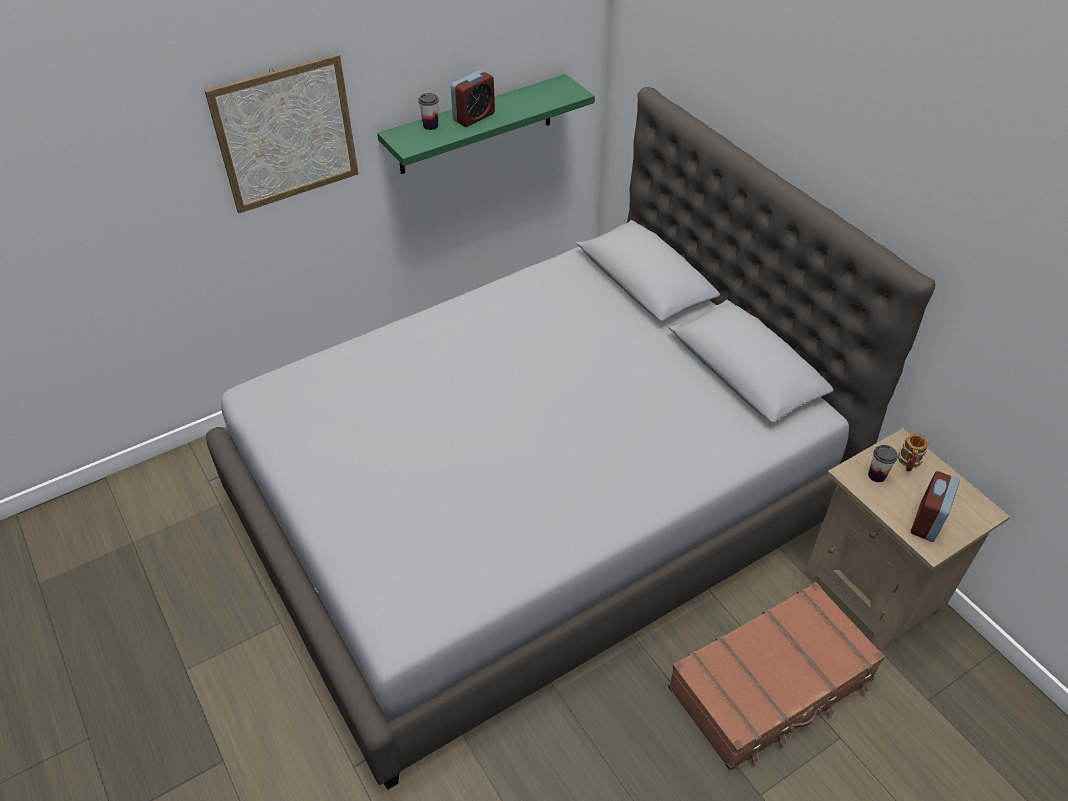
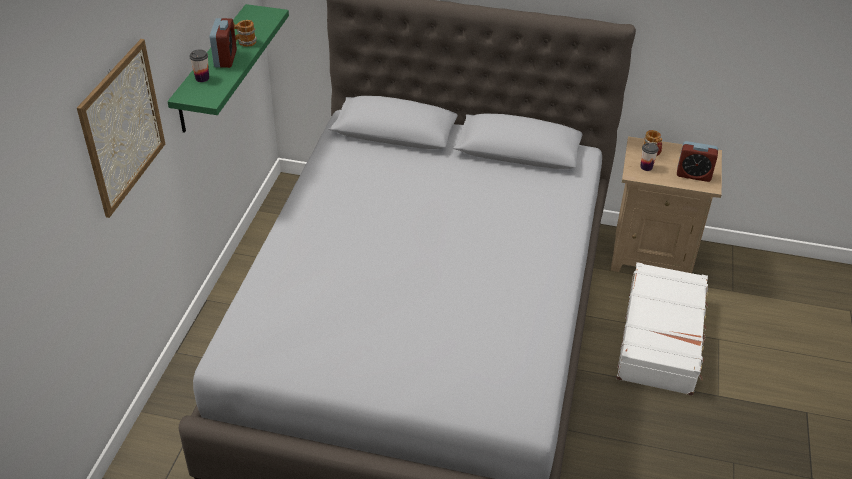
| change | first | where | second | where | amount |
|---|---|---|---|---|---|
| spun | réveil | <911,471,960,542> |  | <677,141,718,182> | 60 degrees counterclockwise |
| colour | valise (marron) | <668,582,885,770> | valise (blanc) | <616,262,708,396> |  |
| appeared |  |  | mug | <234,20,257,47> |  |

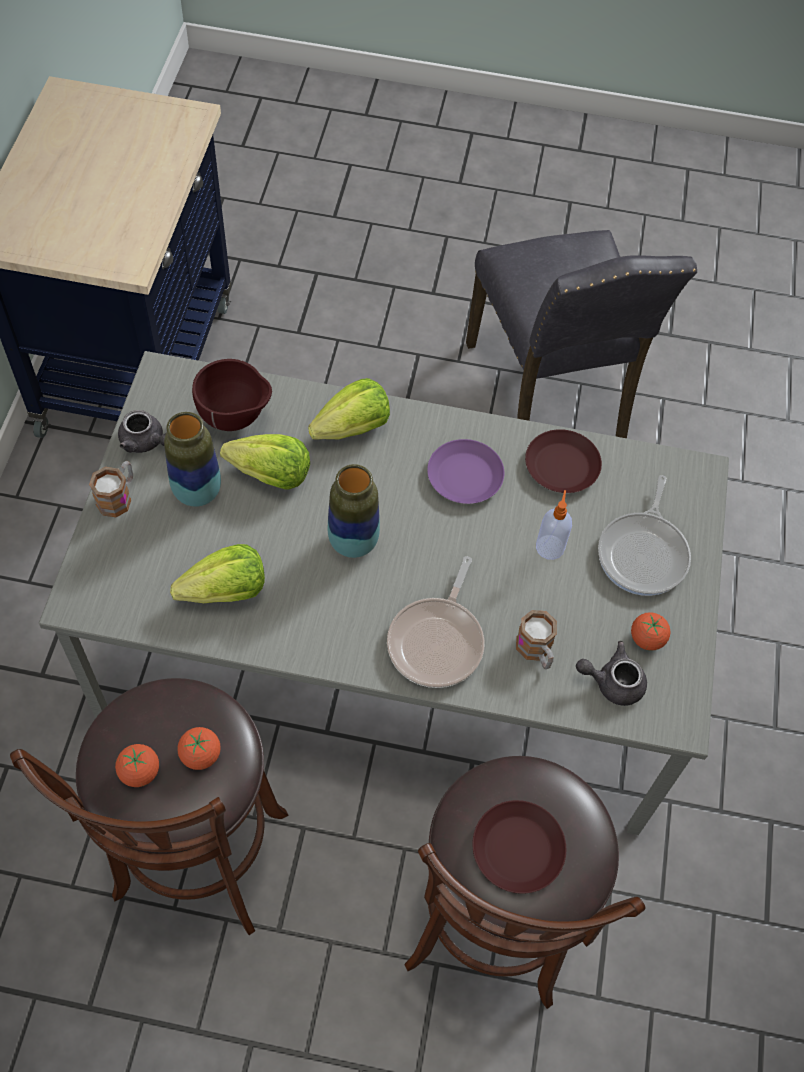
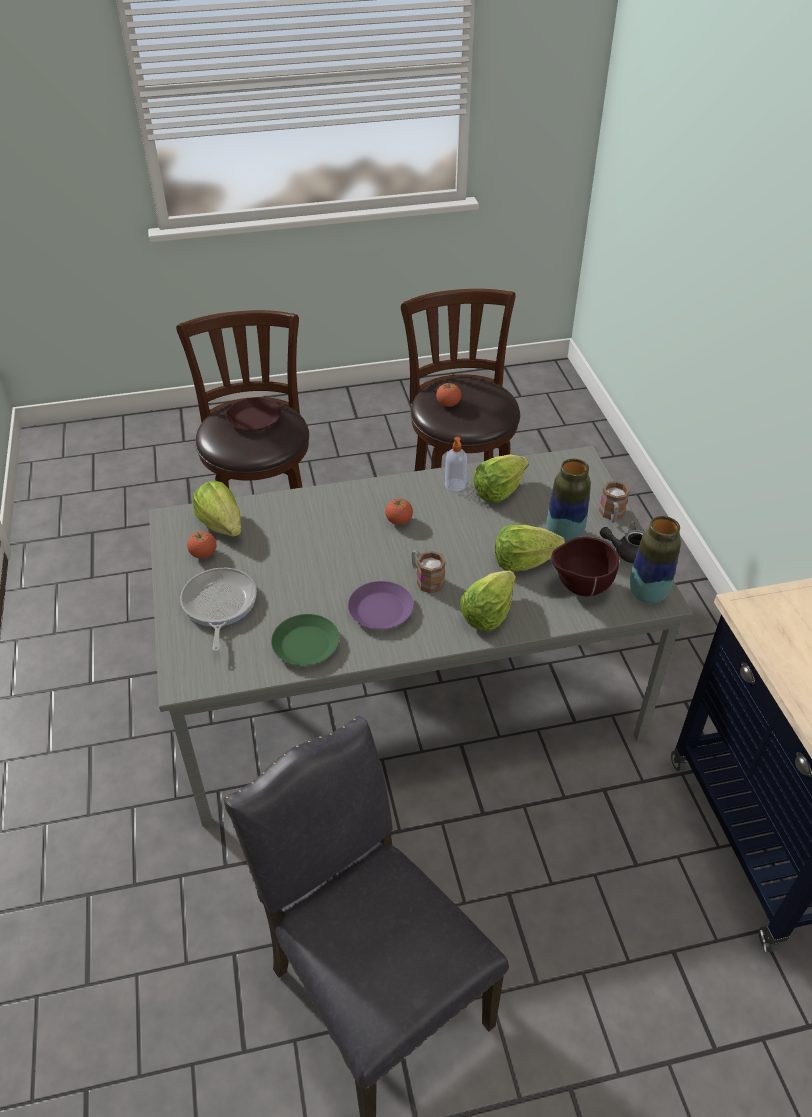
| change | first | where | second | where | amount |
|---|---|---|---|---|---|
| colour | assiette (marron) | <525,429,602,493> | assiette (vert) | <271,614,339,666> |  |
| relocated | vase | <328,464,380,558> |  | <629,516,681,604> |  |
| relocated | distributeur de savon | <536,490,572,560> |  | <445,437,467,492> |  |
| missing | poêle | <387,556,485,688> |  |  |  |
| relocated | mug | <516,610,557,669> |  | <412,550,446,594> |  |
| exchanged | théière (gris) | <576,641,647,706> | laitue | <192,481,241,536> |  |
| relocated | tomate | <115,744,159,787> |  | <385,499,413,525> |  |

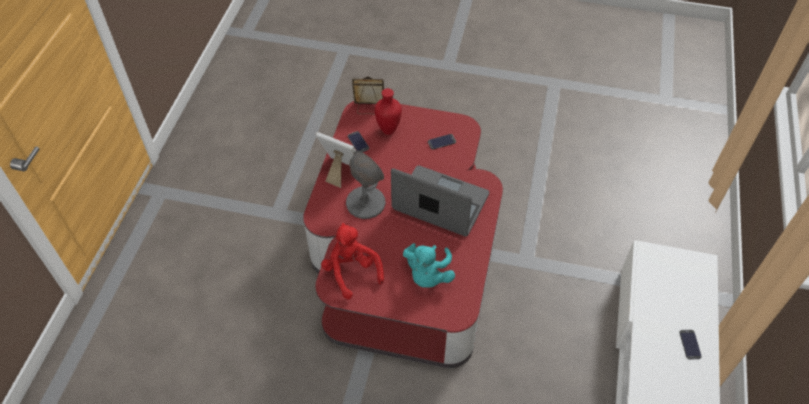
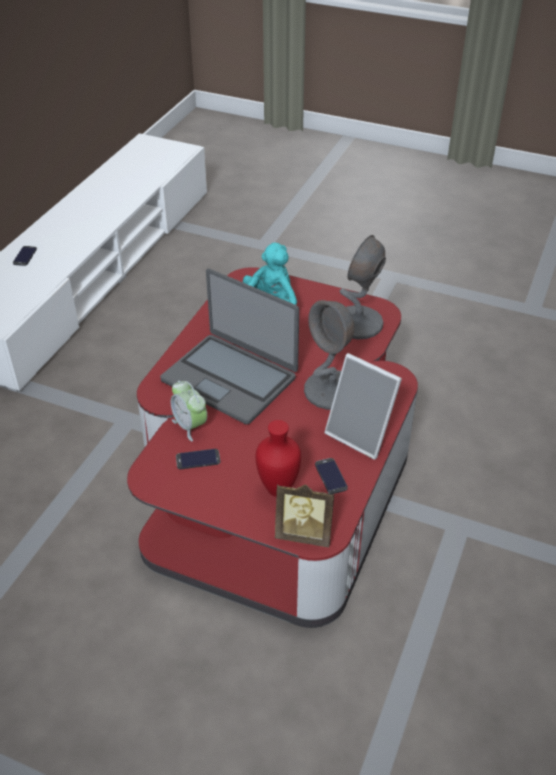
| change | first | where | second | where | amount |
|---|---|---|---|---|---|
| exchanged | peluche (rouge) | <321,223,384,299> | lampe de table (gris) | <340,235,386,339> |  |
| appeared |  |  | réveil | <171,380,207,441> |  |

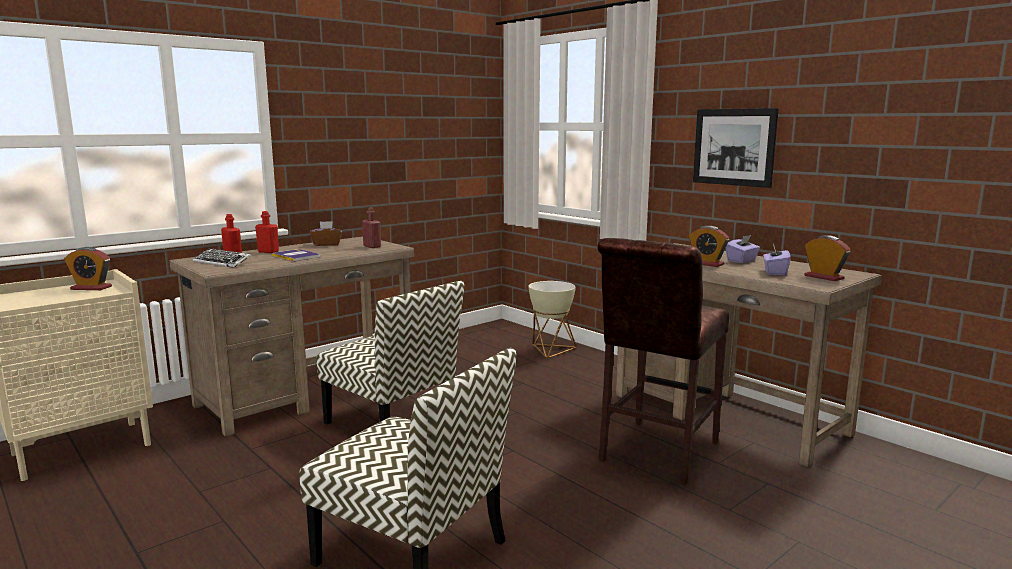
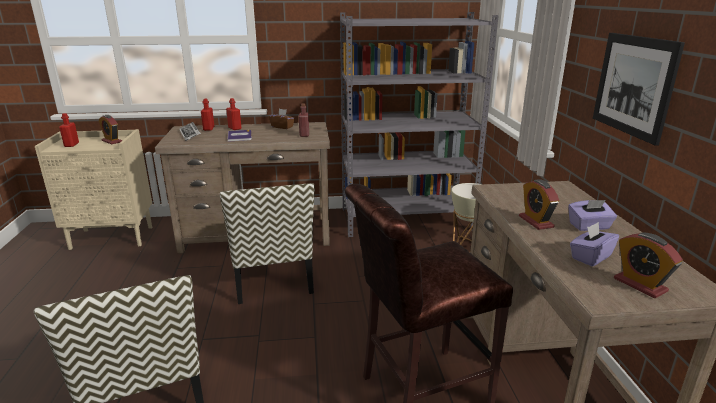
| change | first | where | second | where | amount |
|---|---|---|---|---|---|
| spun | réveil | <804,235,851,281> |  | <614,232,683,298> | 150 degrees clockwise |
| appeared |  |  | bibliothèque (gris) | <340,12,499,237> |  |
| appeared |  |  | bouteille (rouge) | <59,113,79,147> |  |

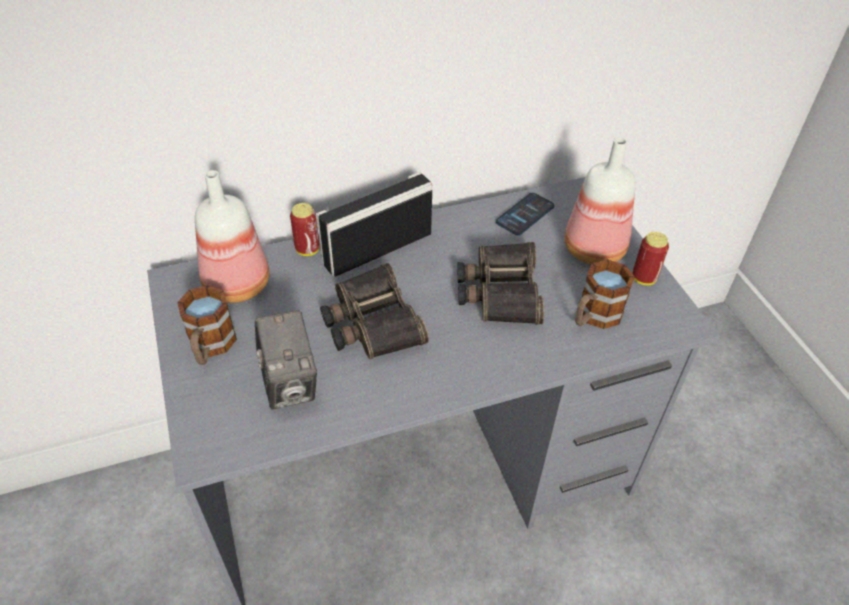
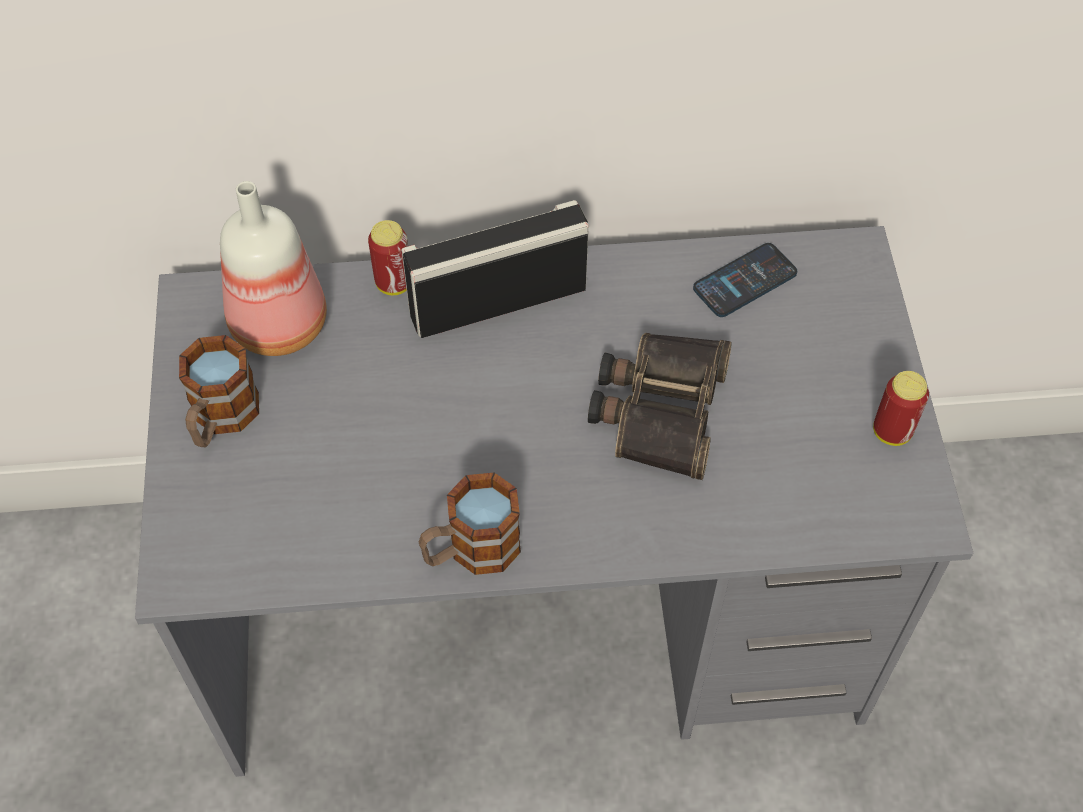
| change | first | where | second | where | amount |
|---|---|---|---|---|---|
| missing | bouteille | <564,137,636,265> |  |  |  |
| relocated | mug | <575,259,635,329> |  | <419,473,521,575> |  |
| missing | jumelles | <320,263,429,359> |  |  |  |
| missing | appareil photo | <255,310,317,410> |  |  |  |

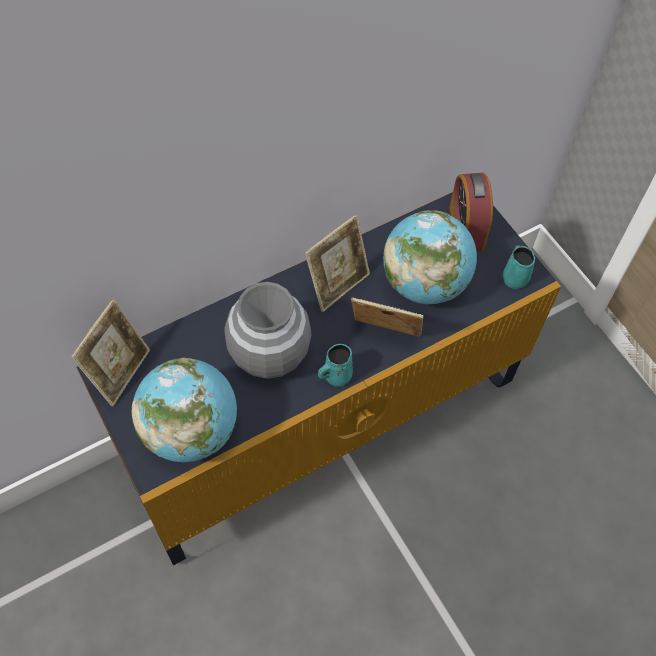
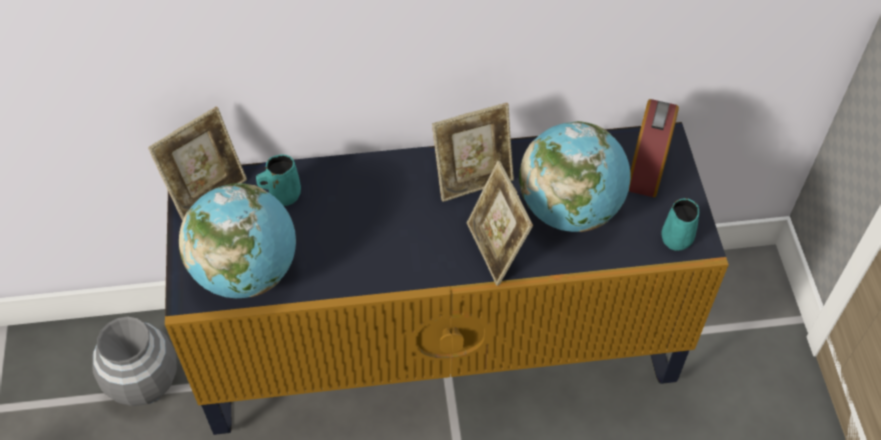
| change | first | where | second | where | amount |
|---|---|---|---|---|---|
| relocated | vase (gris) | <224,282,312,379> |  | <92,316,177,406> |  |
| spun | cadre photo | <351,297,423,337> |  | <467,161,533,286> | 150 degrees counterclockwise |
| relocated | mug (turquoise) | <318,344,353,387> |  | <256,154,301,206> |  |

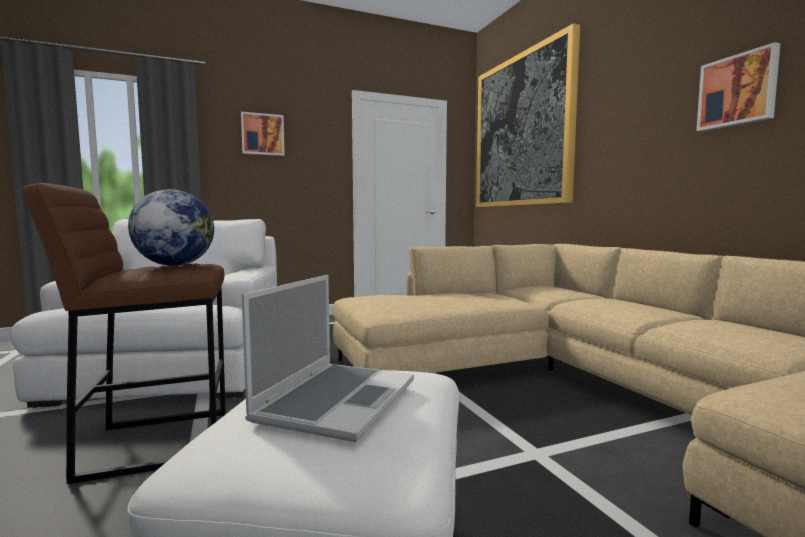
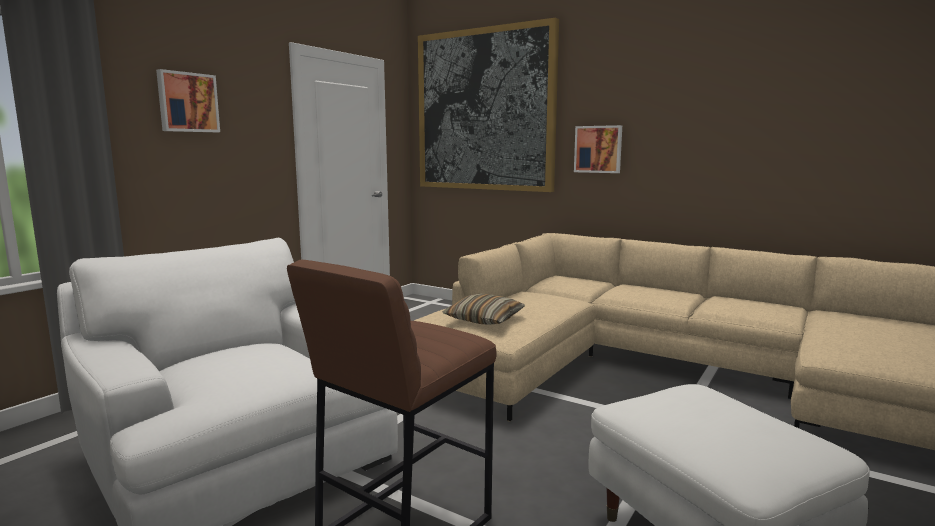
| change | first | where | second | where | amount |
|---|---|---|---|---|---|
| relocated | tableau | <696,42,780,132> |  | <574,125,622,173> |  |
| missing | globe | <128,189,214,266> |  |  |  |
| missing | ordinateur portable | <242,275,414,442> |  |  |  |
| appeared |  |  | coussin | <443,293,525,325> |  |

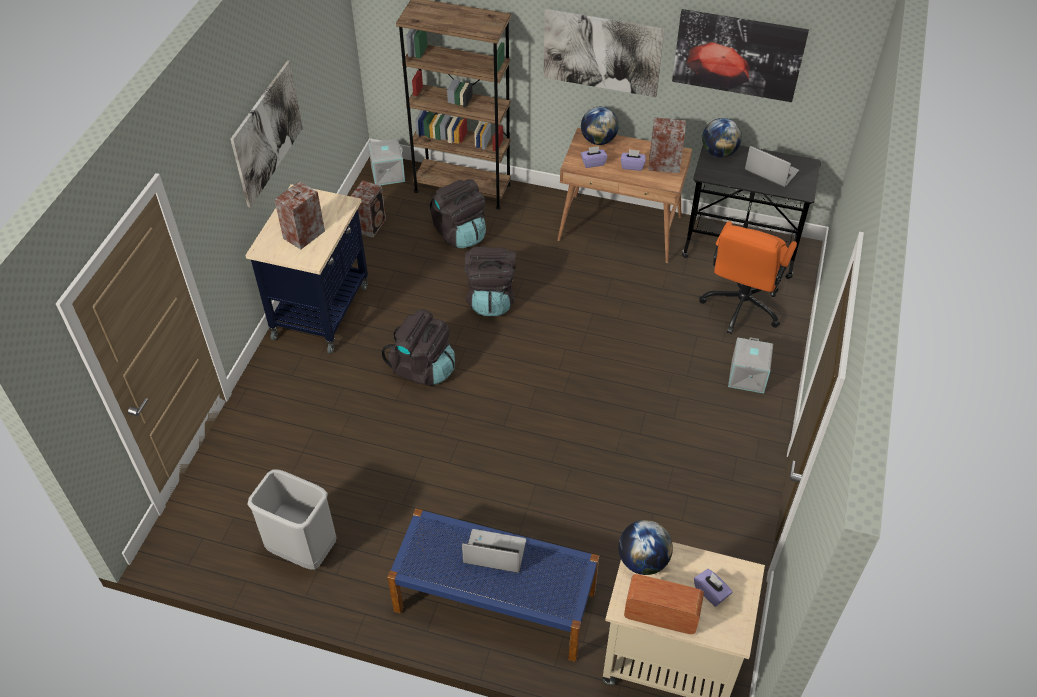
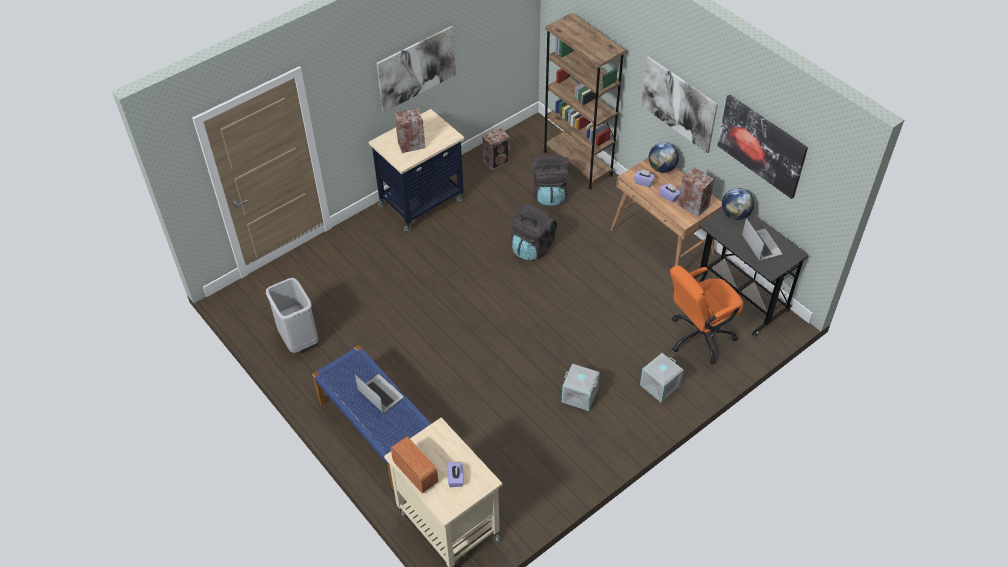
| change | first | where | second | where | amount |
|---|---|---|---|---|---|
| relocated | boîte de rangement (gris) | <368,139,405,185> |  | <562,364,600,411> |  |
| missing | sac à dos (noir) | <382,309,455,386> |  |  |  |
| missing | globe | <618,520,673,575> |  |  |  |

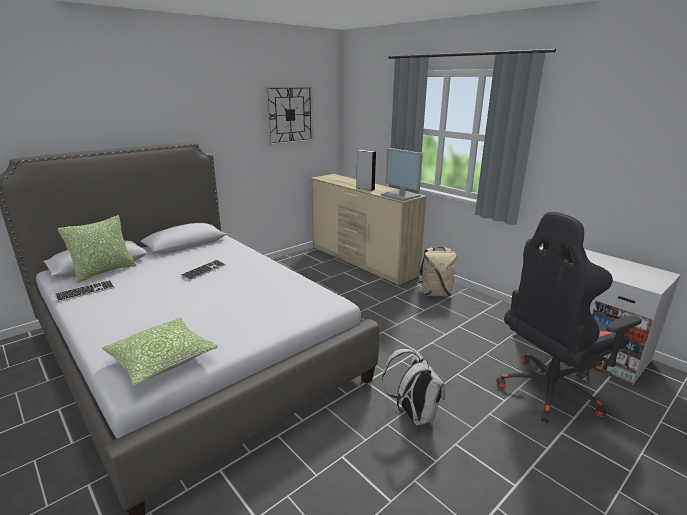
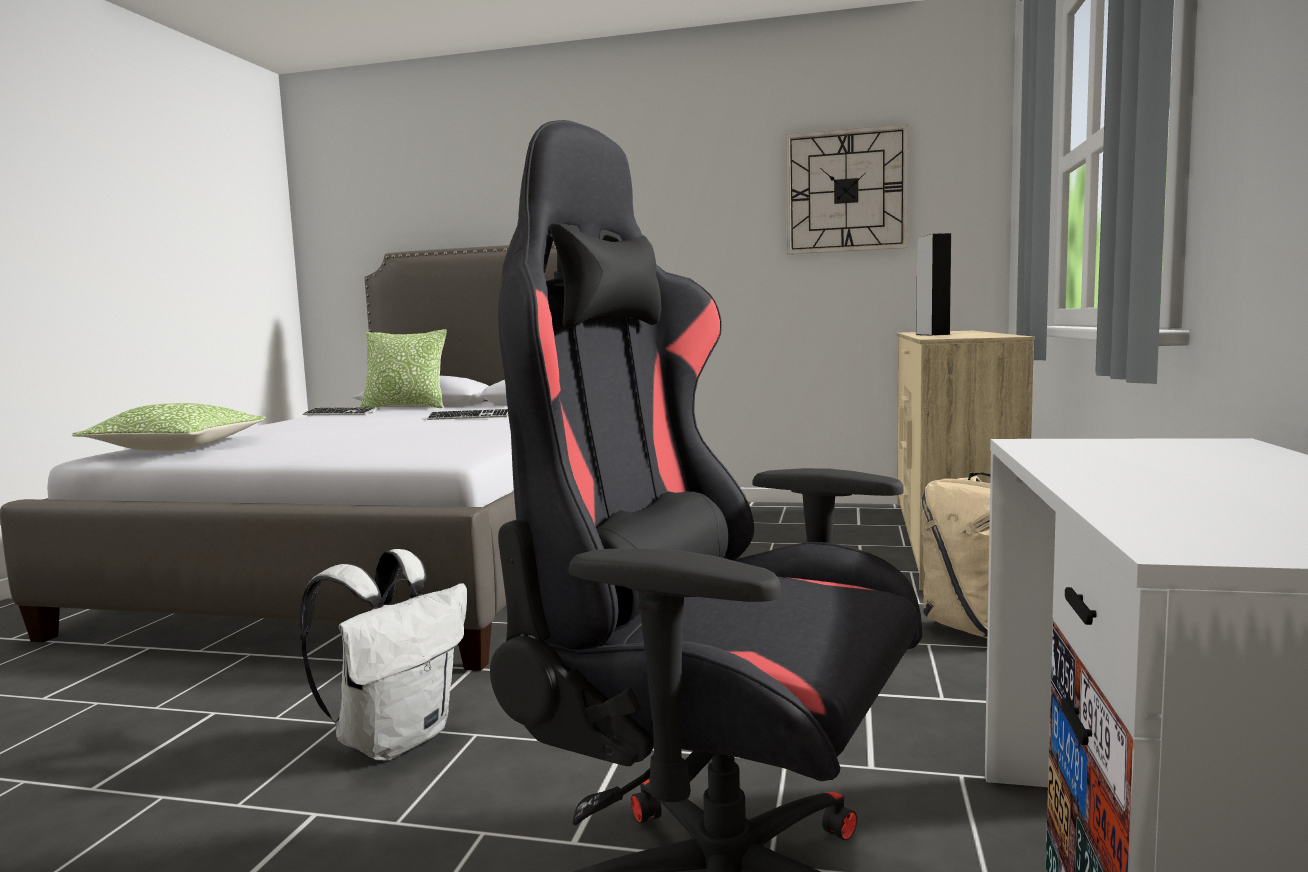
| change | first | where | second | where | amount |
|---|---|---|---|---|---|
| missing | écran d'ordinateur | <381,148,423,201> |  |  |  |

